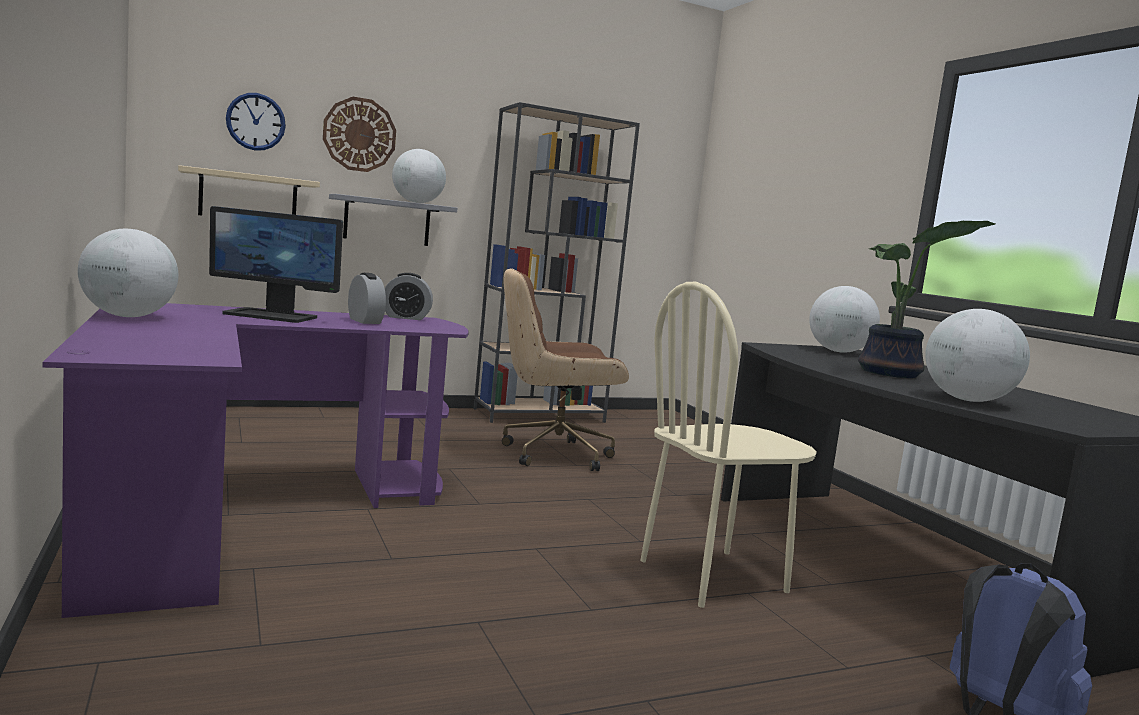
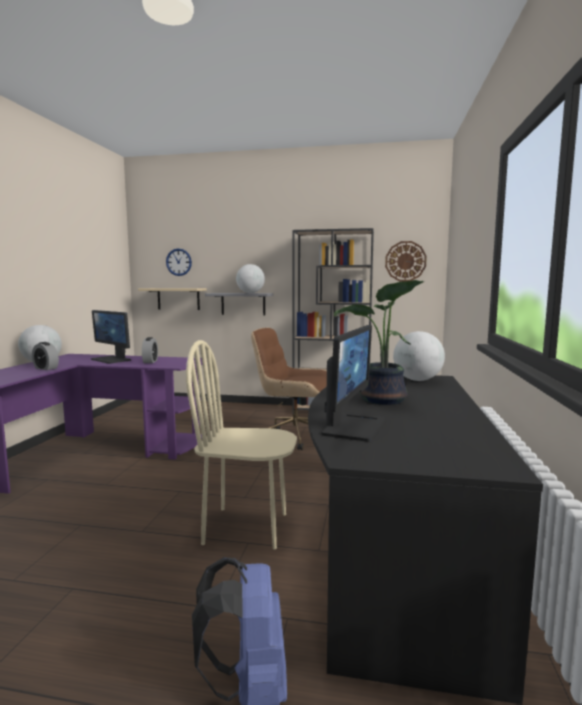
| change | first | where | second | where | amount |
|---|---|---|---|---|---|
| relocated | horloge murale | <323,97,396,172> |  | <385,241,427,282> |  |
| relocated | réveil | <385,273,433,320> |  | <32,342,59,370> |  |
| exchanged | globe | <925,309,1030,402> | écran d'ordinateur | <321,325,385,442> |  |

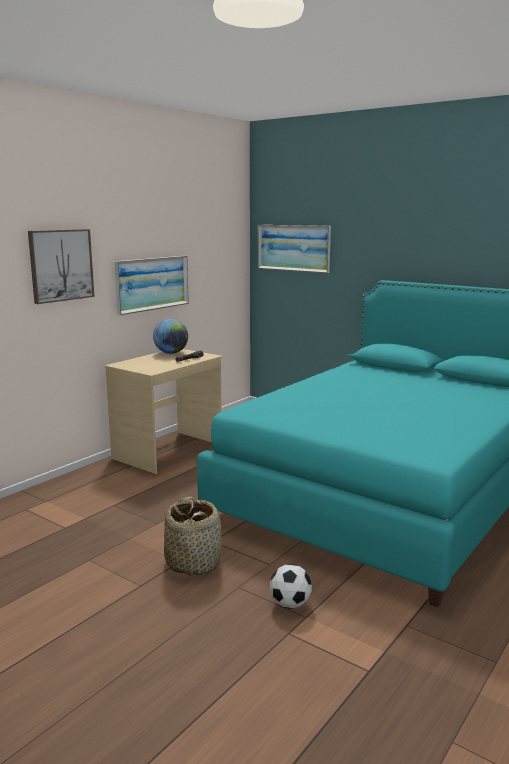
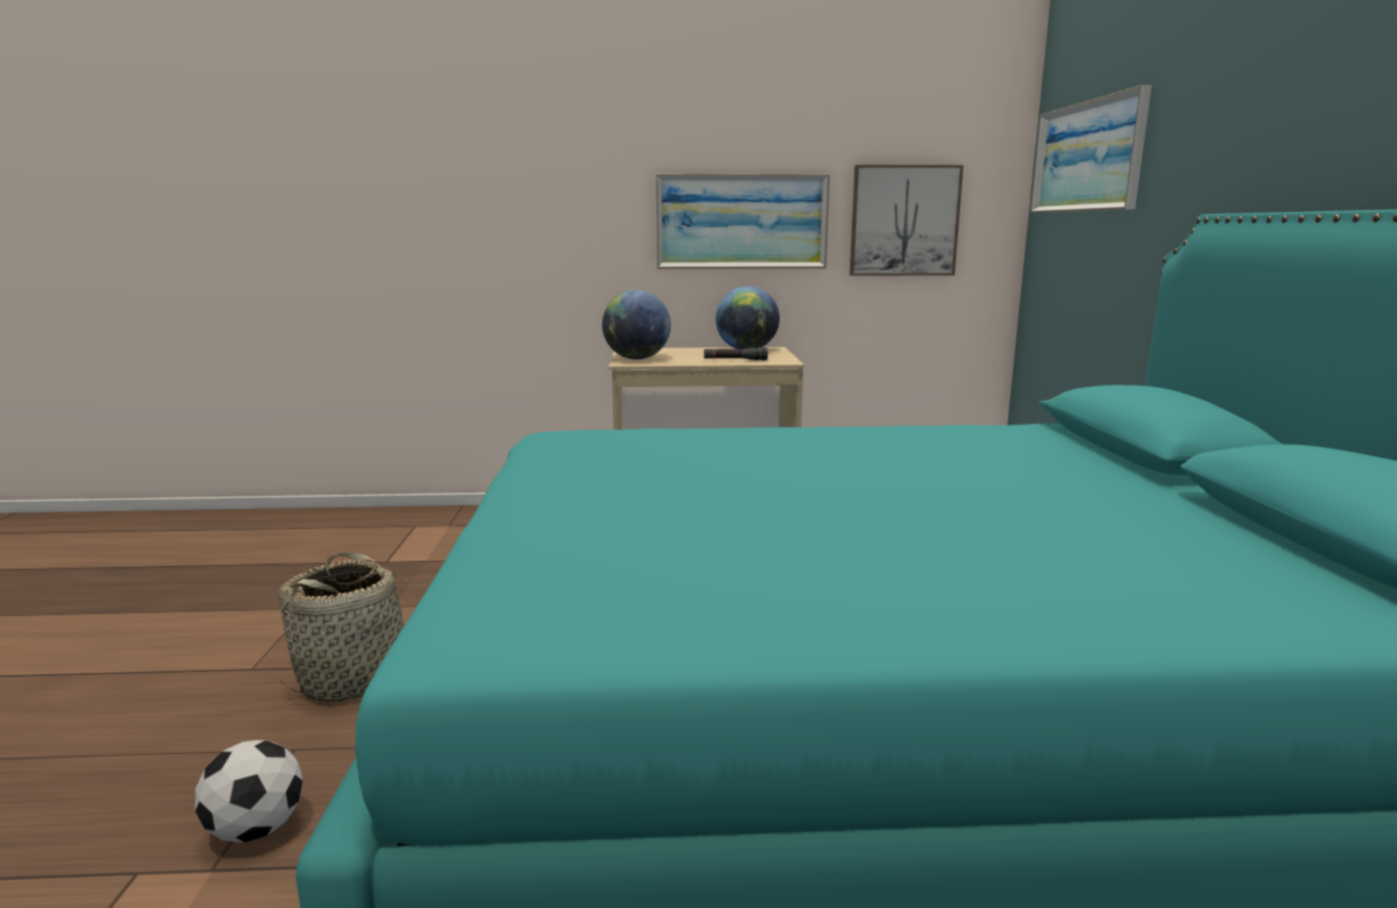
| change | first | where | second | where | amount |
|---|---|---|---|---|---|
| relocated | tableau | <28,229,95,304> |  | <850,165,963,276> |  |
| appeared |  |  | globe | <602,290,671,360> |  |

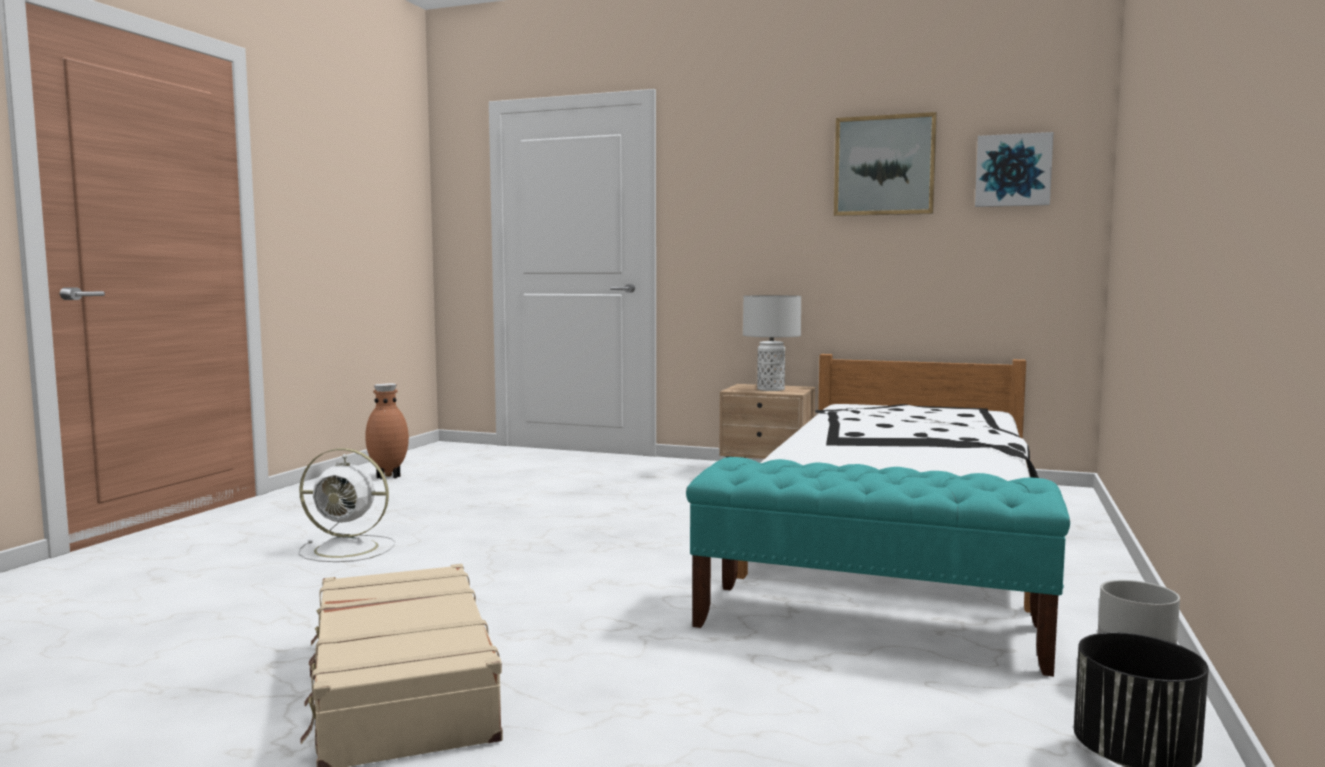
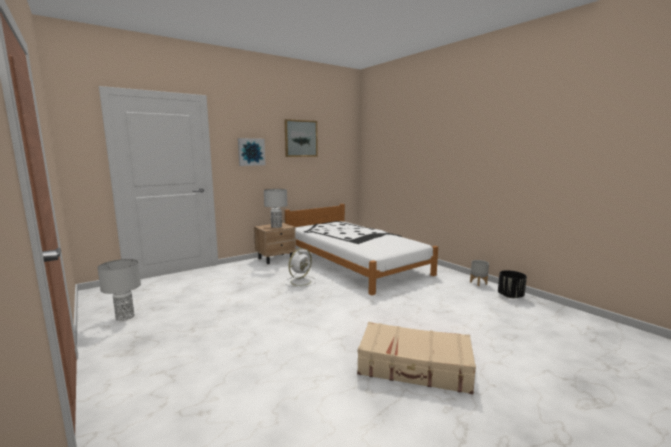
| change | first | where | second | where | amount |
|---|---|---|---|---|---|
| relocated | tableau | <975,132,1054,207> |  | <238,138,265,166> |  |
| exchanged | vase (marron) | <365,383,409,479> | lampe de table (blanc) | <98,259,141,321> |  |
| relocated | ventilateur (blanc) | <299,448,395,562> |  | <285,248,317,287> |  |
| missing | banc (turquoise) | <686,457,1070,677> |  |  |  |

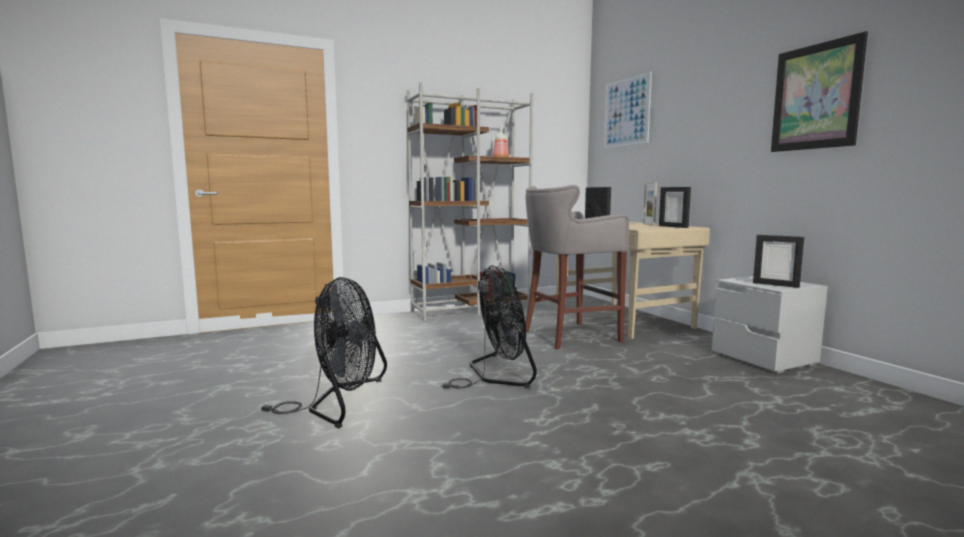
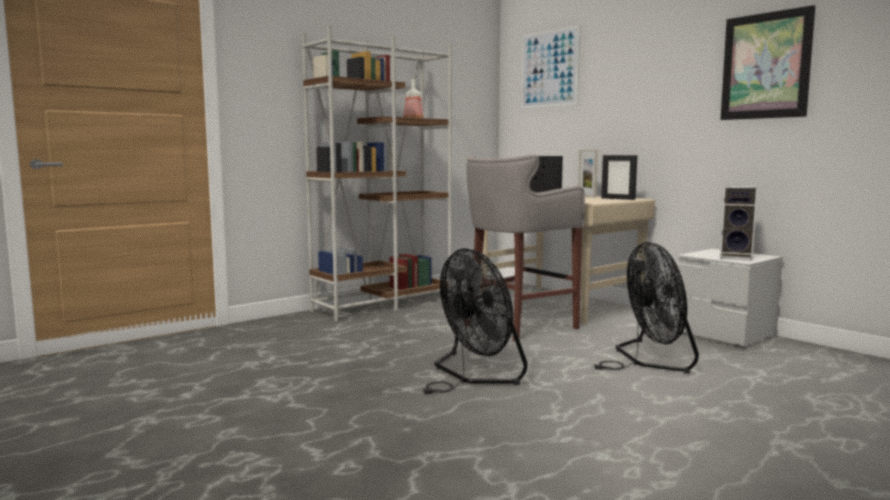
| change | first | where | second | where | amount |
|---|---|---|---|---|---|
| exchanged | cadre photo | <753,235,804,288> | enceinte | <720,185,757,261> |  |
| relocated | ventilateur (noir) | <262,277,387,429> |  | <592,242,699,374> |  |

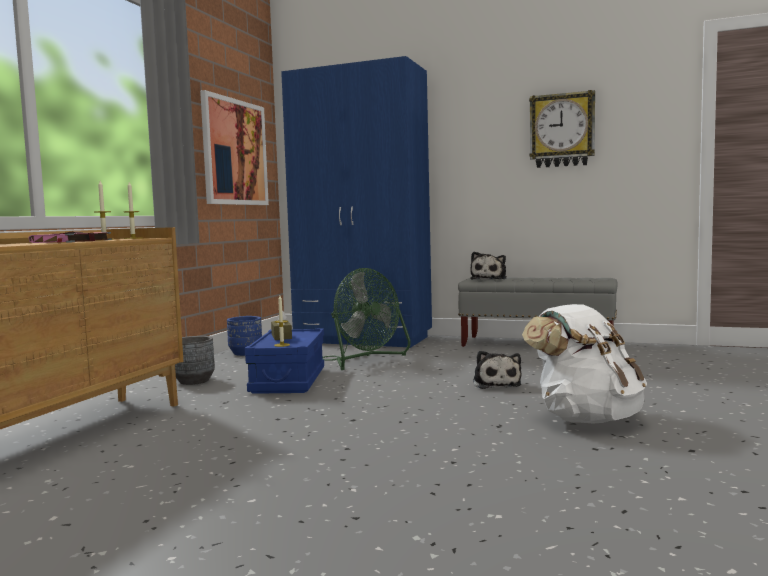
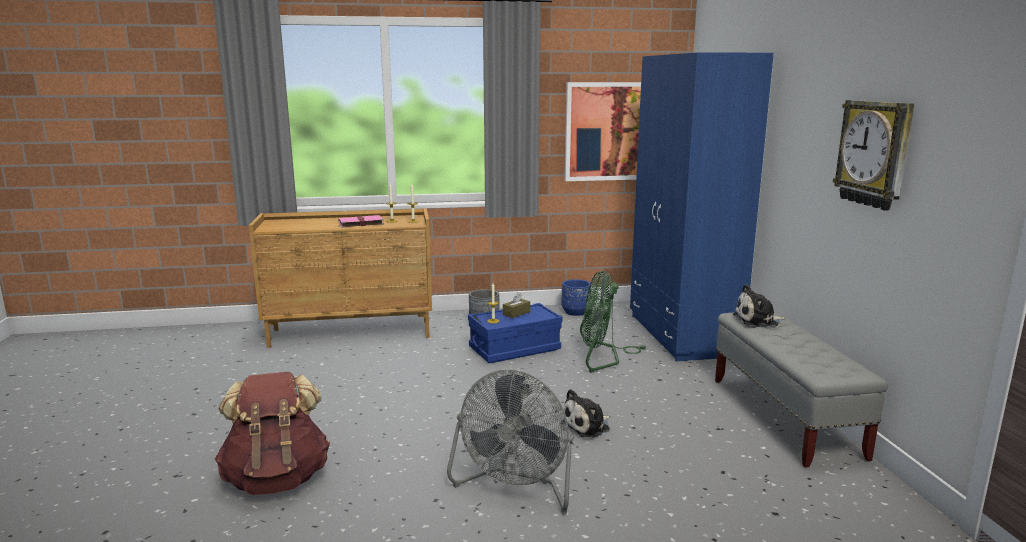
| change | first | where | second | where | amount |
|---|---|---|---|---|---|
| spun | ventilateur (vert) | <322,268,411,370> |  | <580,271,647,373> | 75 degrees clockwise |
| exchanged | sac à dos (blanc) | <522,304,647,423> | ventilateur (gris) | <447,370,574,515> |  |
| appeared |  |  | sac à dos (marron) | <215,372,330,495> |  |

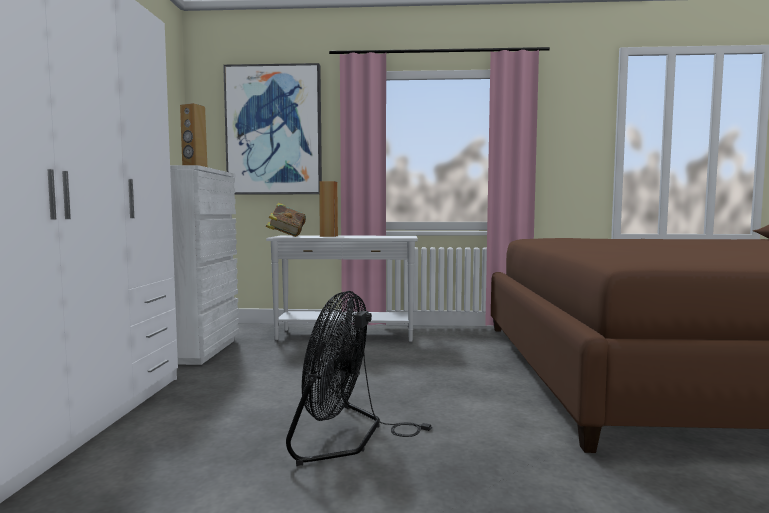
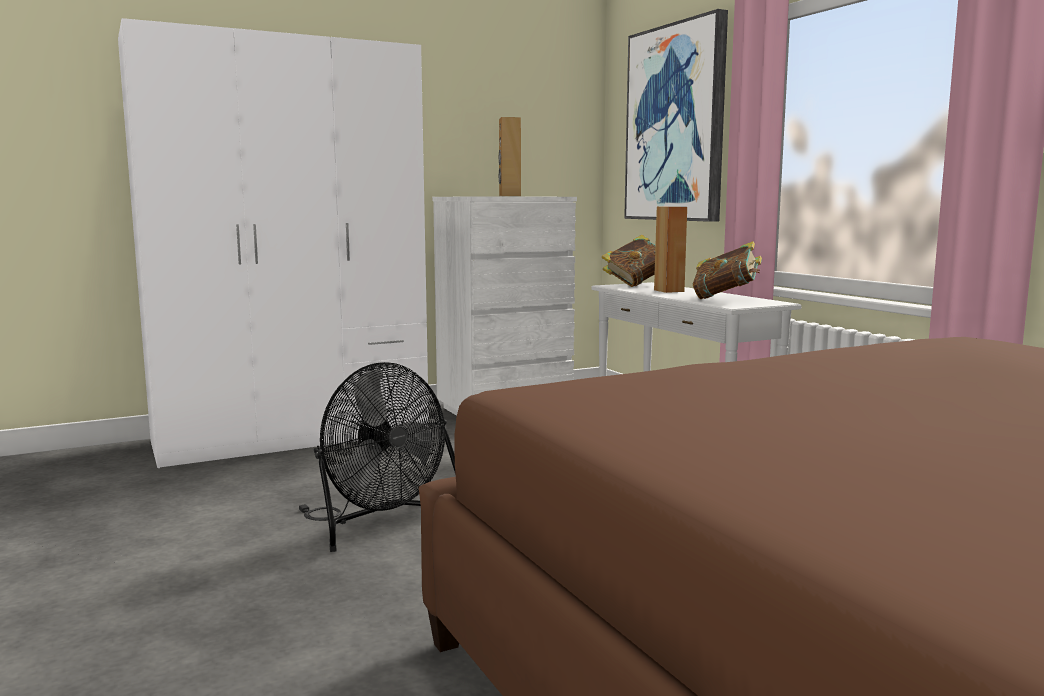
| change | first | where | second | where | amount |
|---|---|---|---|---|---|
| spun | ventilateur (noir) | <286,291,432,466> |  | <299,362,456,552> | 150 degrees clockwise |
| appeared |  |  | livre | <693,241,762,299> |  |

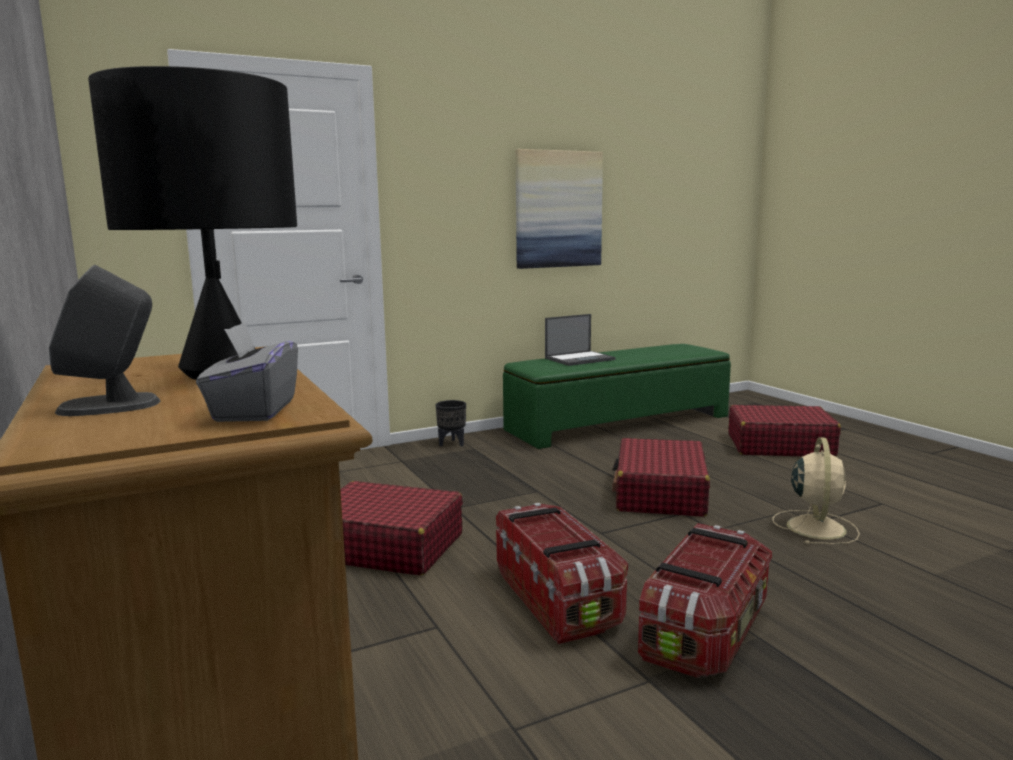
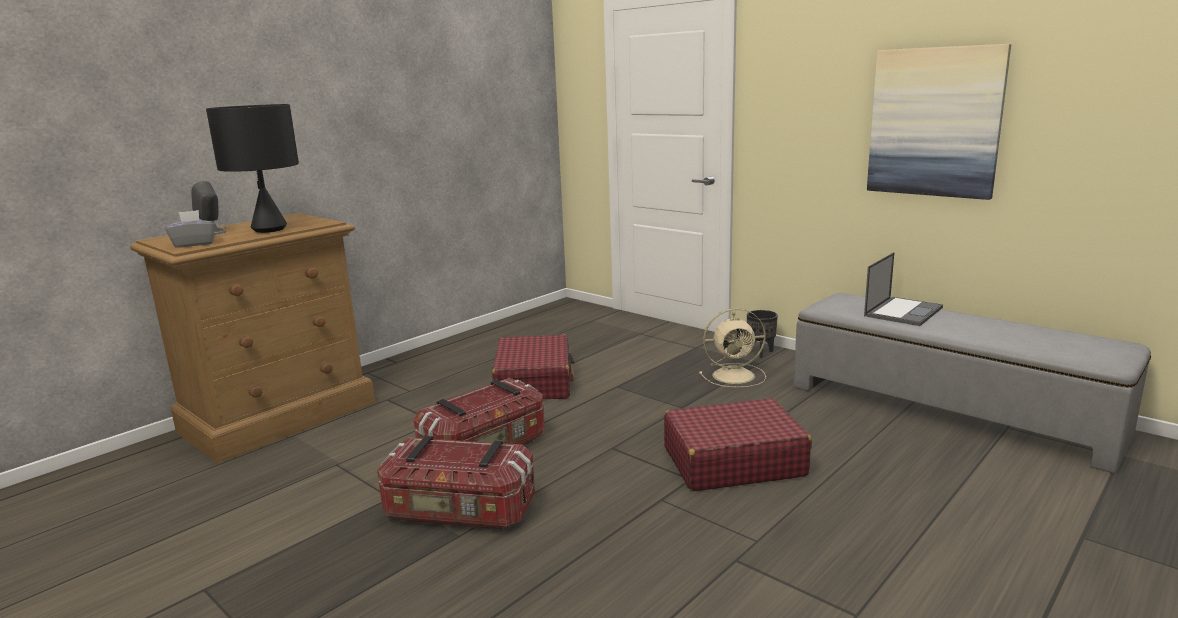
| change | first | where | second | where | amount |
|---|---|---|---|---|---|
| spun | ordinateur portable | <545,314,616,366> |  | <864,252,943,326> | 90 degrees counterclockwise |
| colour | banc (vert) | <503,344,731,449> | banc (gris) | <794,293,1151,473> |  |
| missing | valise (rouge) | <728,405,841,457> |  |  |  |
| relocated | ventilateur (beige) | <772,437,860,544> |  | <699,308,766,388> |  |

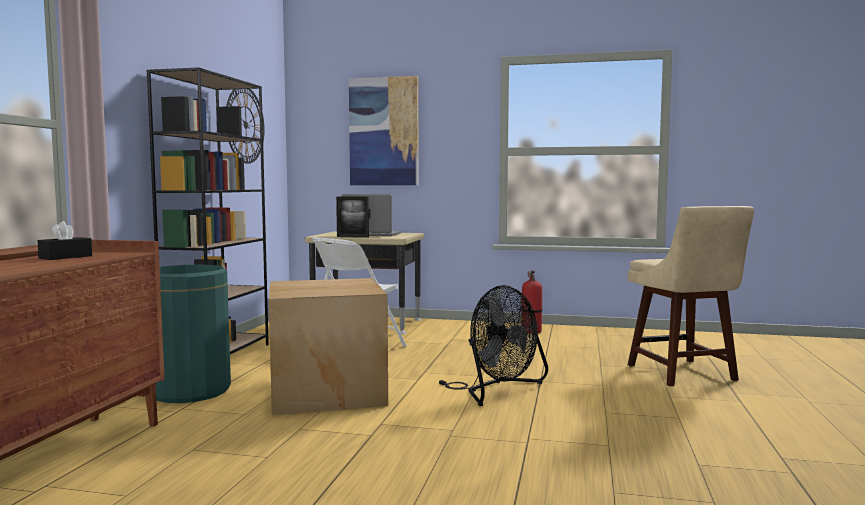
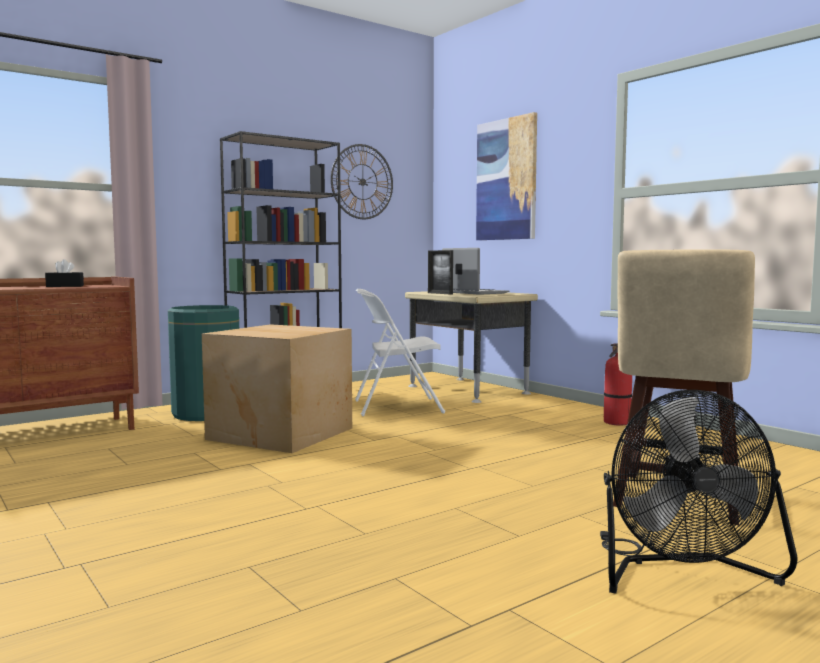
| change | first | where | second | where | amount |
|---|---|---|---|---|---|
| relocated | ventilateur (noir) | <439,285,548,406> |  | <600,390,797,594> |  |

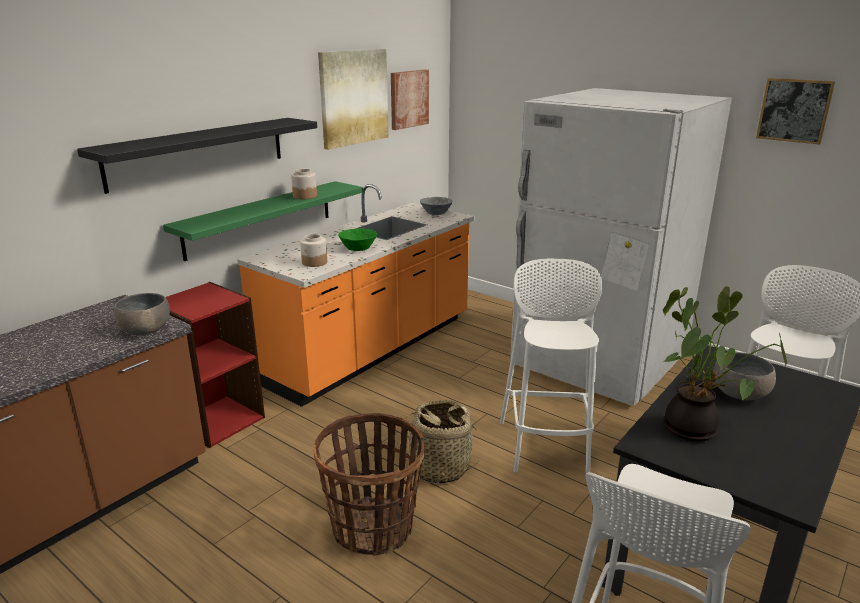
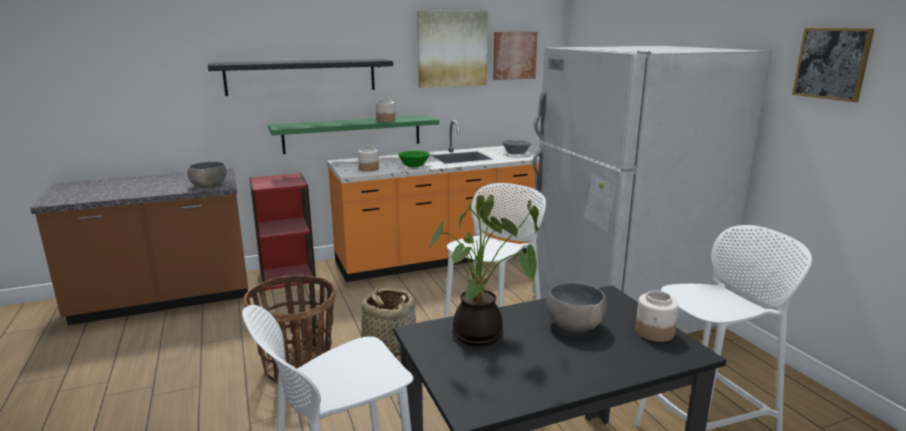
| change | first | where | second | where | amount |
|---|---|---|---|---|---|
| appeared |  |  | bocal | <635,290,679,342> |  |

